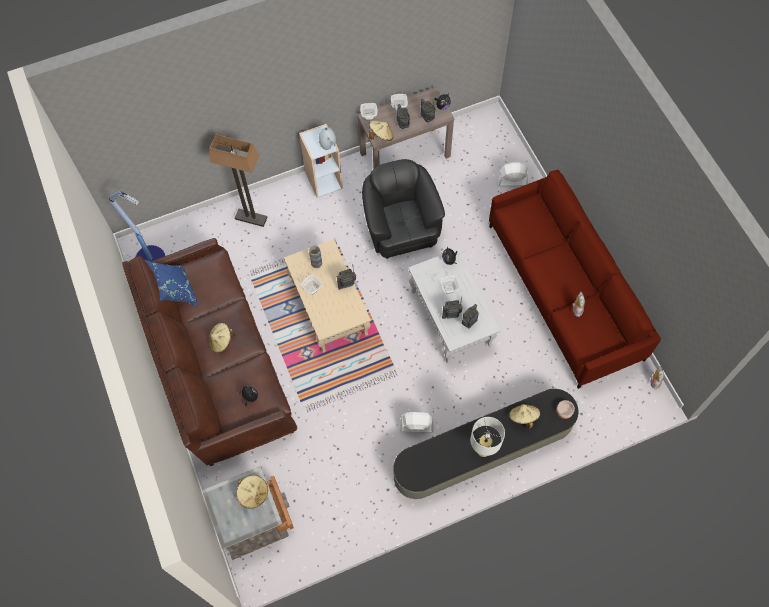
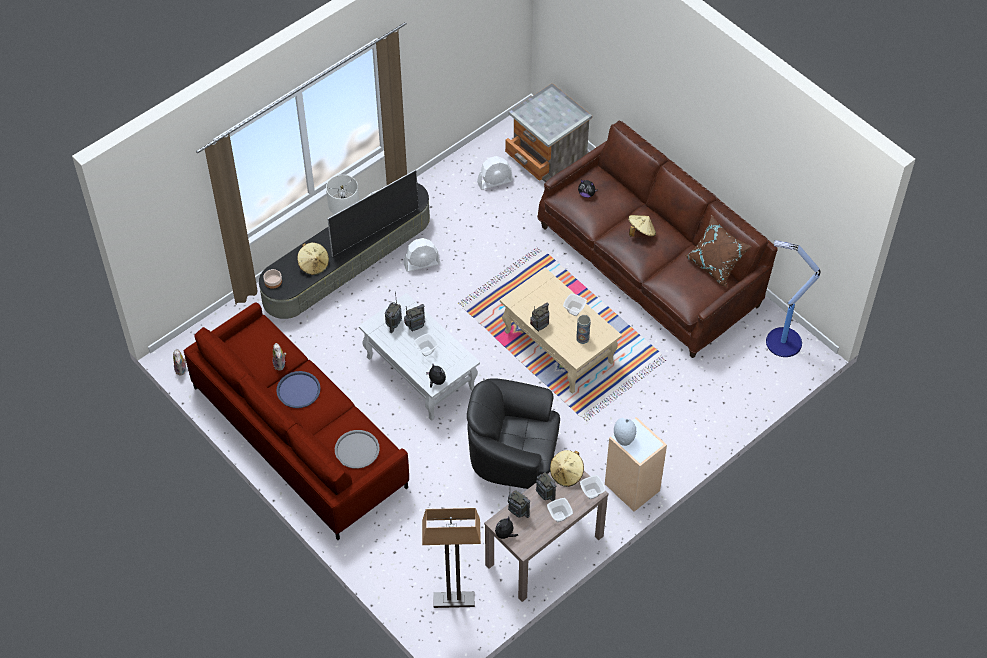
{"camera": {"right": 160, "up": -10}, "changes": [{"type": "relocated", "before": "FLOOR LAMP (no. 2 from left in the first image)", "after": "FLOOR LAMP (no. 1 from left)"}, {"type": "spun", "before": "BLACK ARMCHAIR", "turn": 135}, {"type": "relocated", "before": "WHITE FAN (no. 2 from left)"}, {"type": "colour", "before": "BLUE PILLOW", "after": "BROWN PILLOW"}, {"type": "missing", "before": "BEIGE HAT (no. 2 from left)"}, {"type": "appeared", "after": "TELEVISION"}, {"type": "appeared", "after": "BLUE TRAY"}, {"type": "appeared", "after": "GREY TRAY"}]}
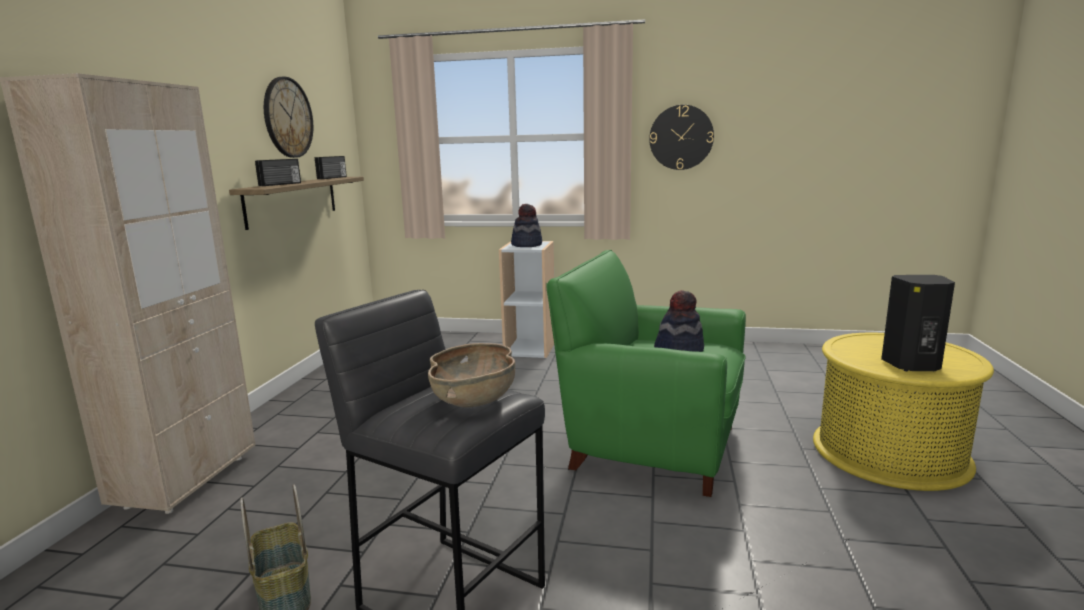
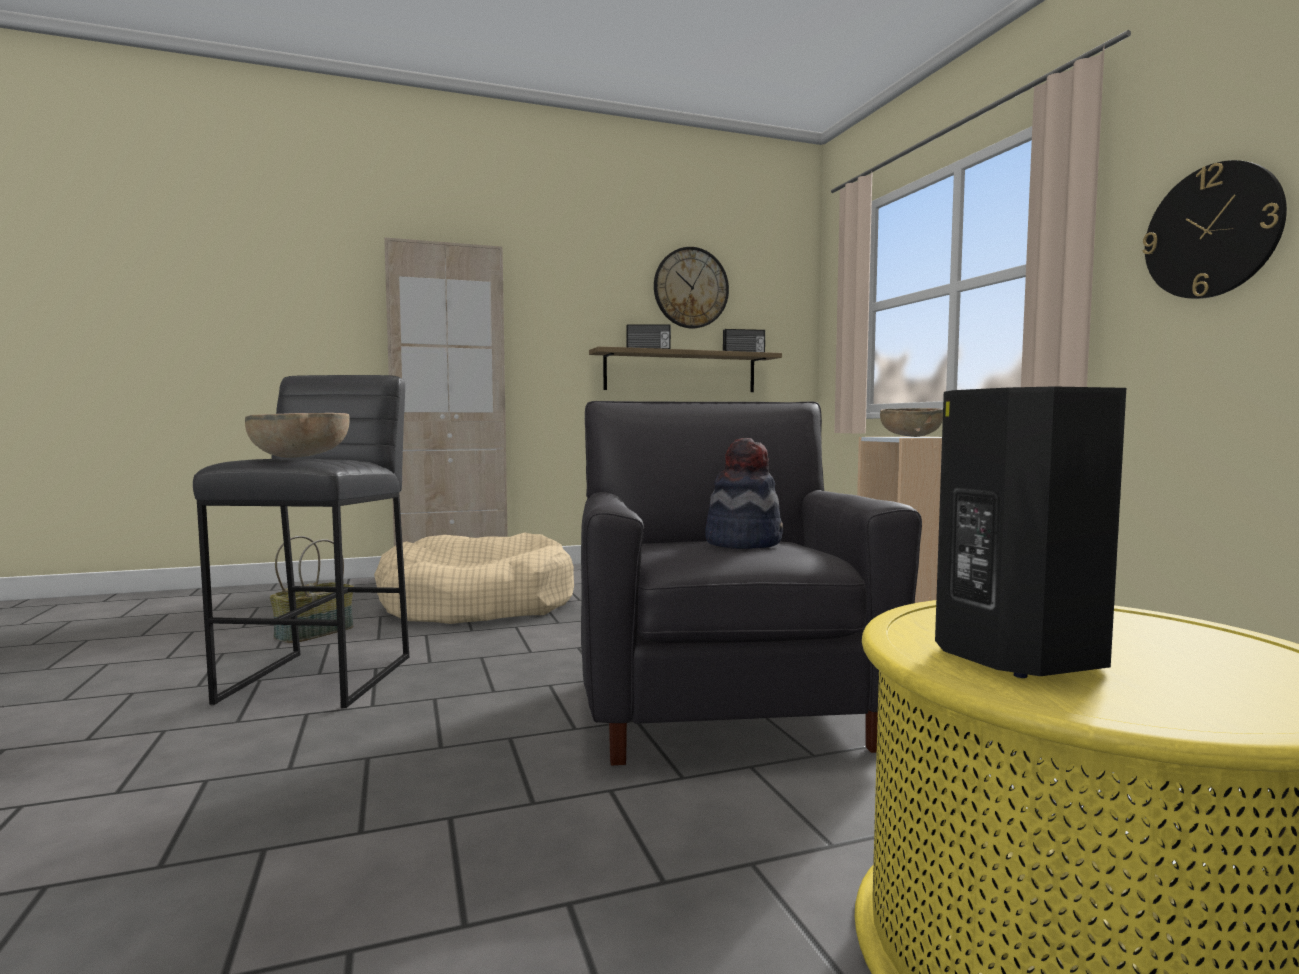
{"camera": {"right": 60, "up": -10}, "changes": [{"type": "exchanged", "before": "HAT (no. 1 from left)", "after": "BROWN BOWL (no. 2 from left)"}, {"type": "colour", "before": "GREEN ARMCHAIR", "after": "BLACK ARMCHAIR"}, {"type": "appeared", "after": "BEIGE DOG BED"}]}
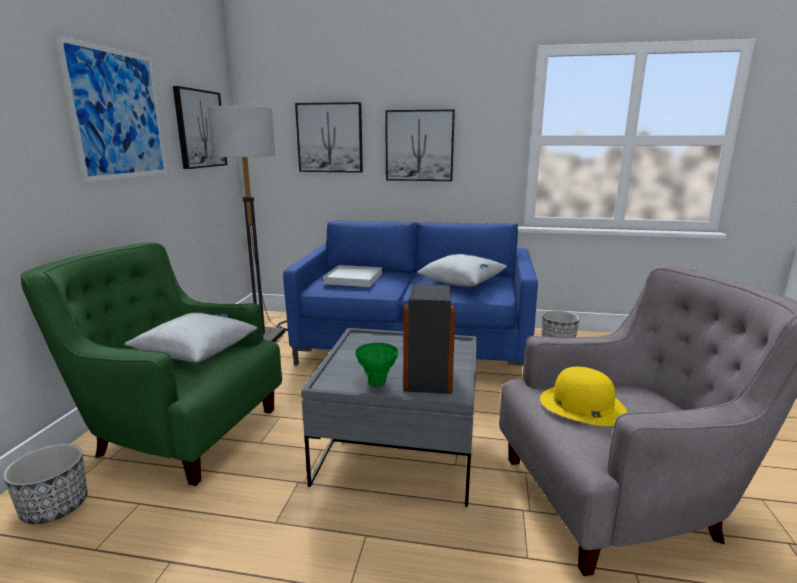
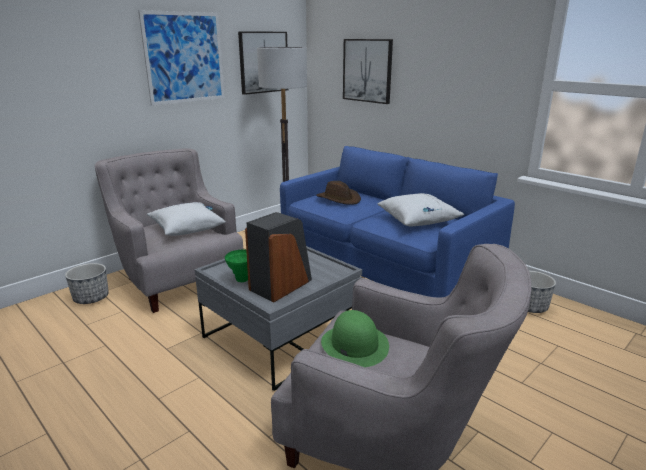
{"camera": {"right": 35, "up": 5}, "changes": [{"type": "missing", "before": "PICTURE (no. 4 from left)"}, {"type": "colour", "before": "GREEN ARMCHAIR", "after": "GREY ARMCHAIR (no. 1 from left)"}, {"type": "exchanged", "before": "WHITE TRAY", "after": "BROWN HAT"}, {"type": "colour", "before": "YELLOW HAT", "after": "GREEN HAT"}]}
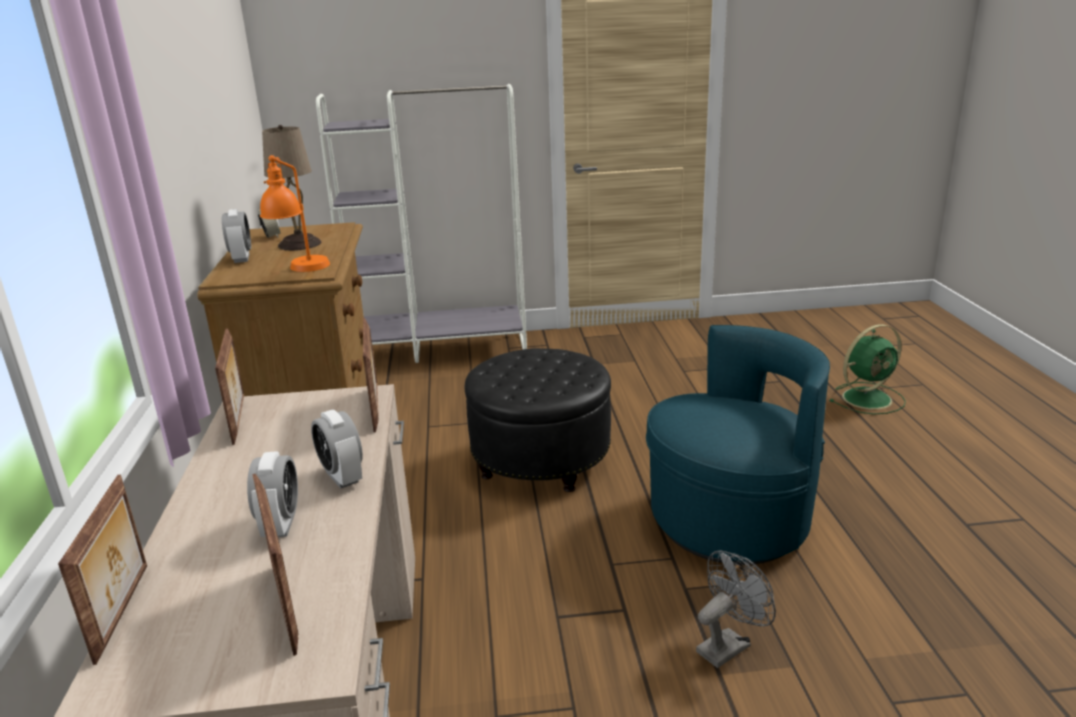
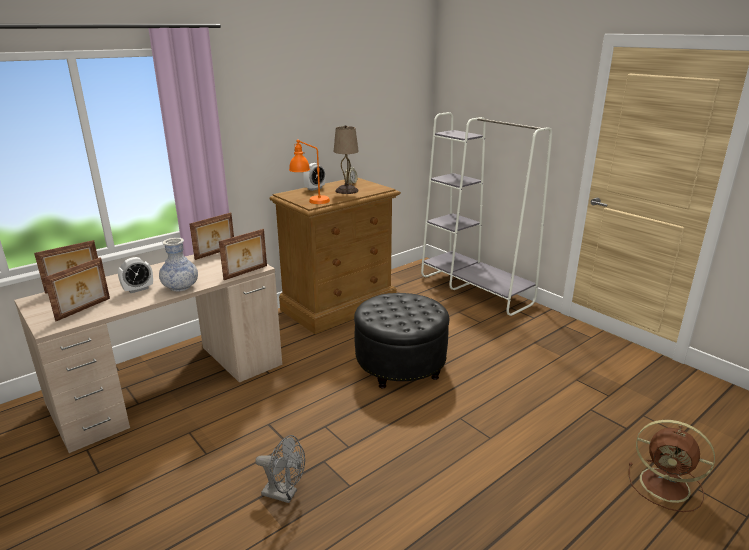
{"camera": {"right": 55, "up": 0}, "changes": [{"type": "colour", "before": "GREEN FAN", "after": "BROWN FAN"}, {"type": "missing", "before": "TURQUOISE ARMCHAIR"}, {"type": "exchanged", "before": "ALARM CLOCK (no. 4 from left)", "after": "VASE"}]}
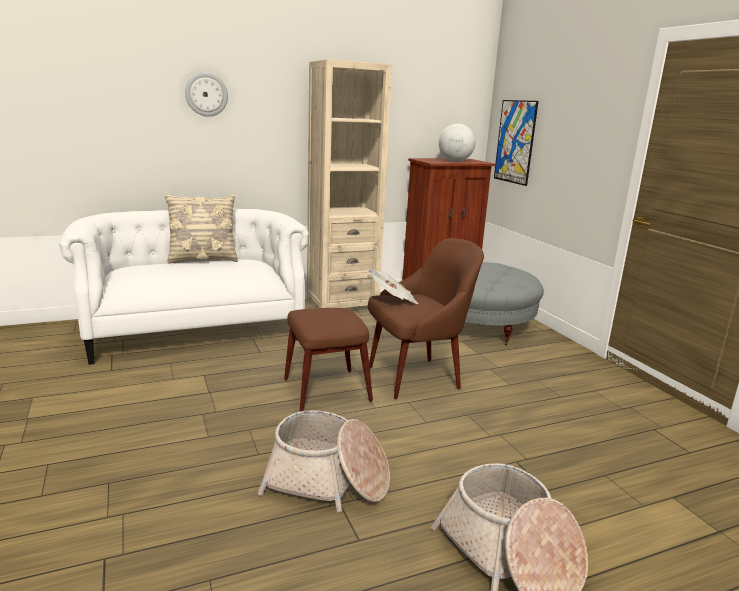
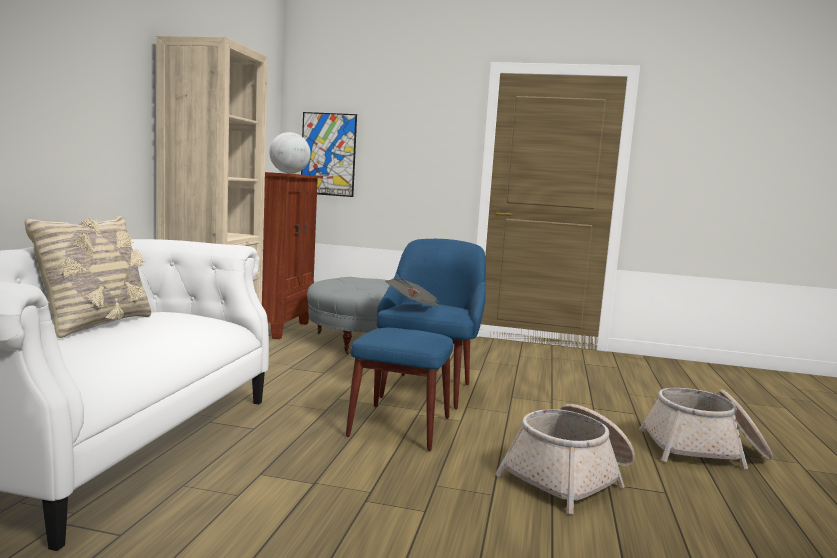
{"camera": {"right": -55, "up": -10}, "changes": [{"type": "missing", "before": "WALL CLOCK"}, {"type": "colour", "before": "BROWN ARMCHAIR", "after": "BLUE ARMCHAIR"}]}
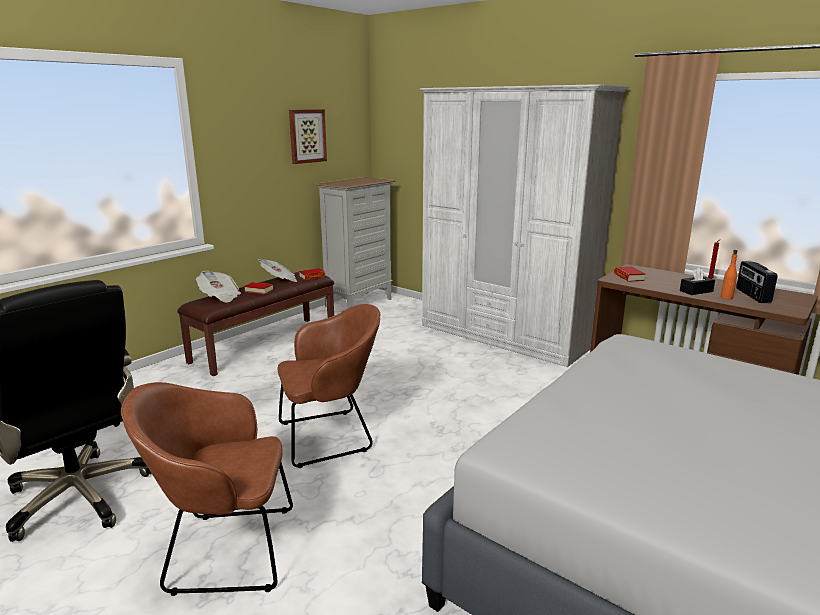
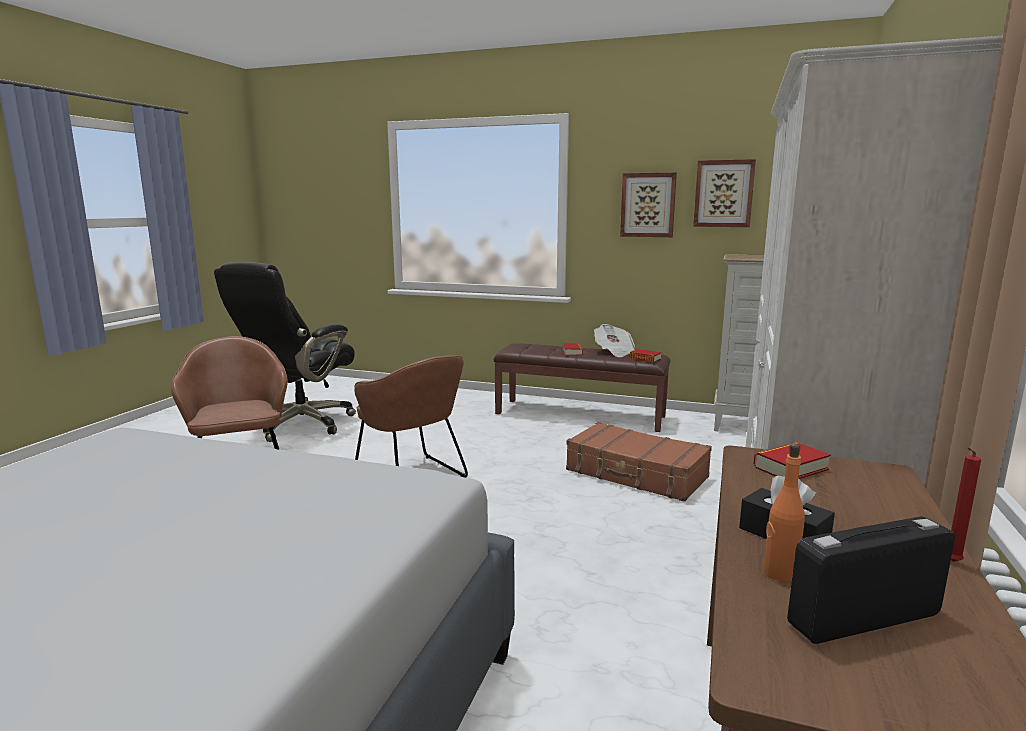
{"camera": {"right": 70, "up": -5}, "changes": [{"type": "missing", "before": "NEWSPAPER (no. 1 from left)"}, {"type": "appeared", "after": "PICTURE (no. 1 from left)"}, {"type": "appeared", "after": "BROWN SUITCASE"}]}
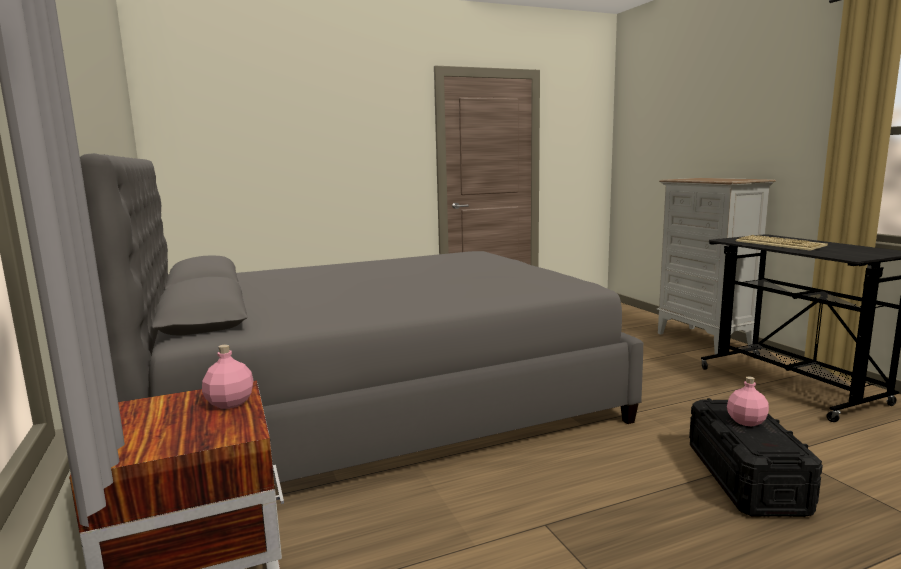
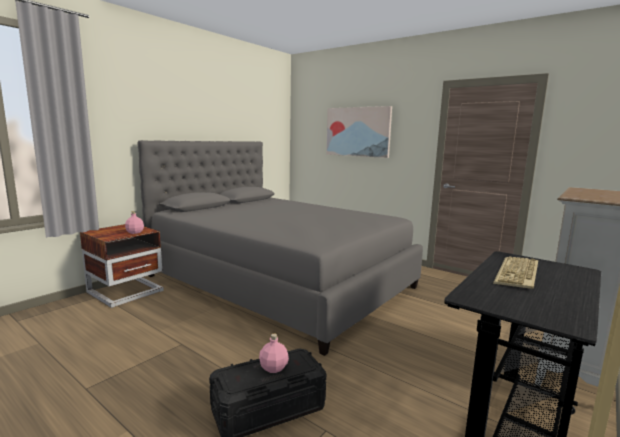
{"camera": {"right": 60, "up": 0}, "changes": [{"type": "appeared", "after": "PICTURE"}]}
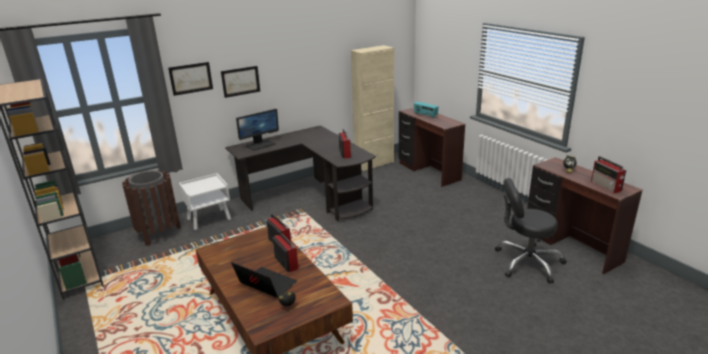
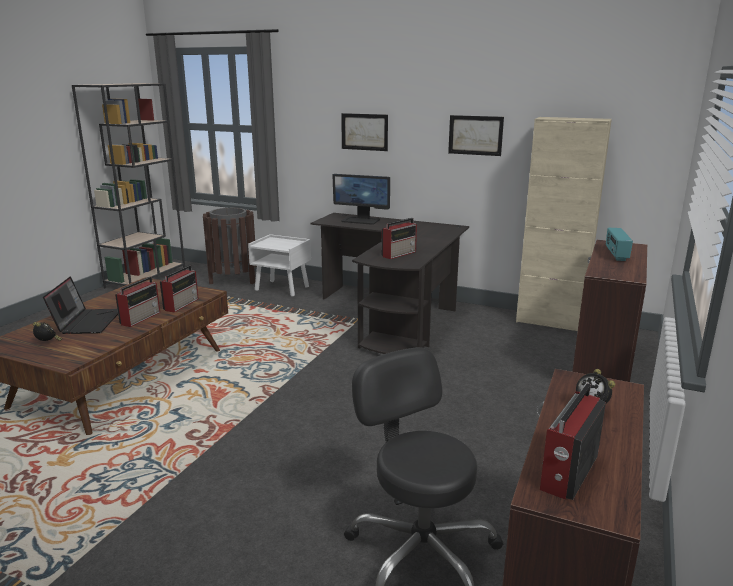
{"camera": {"right": 55, "up": -5}, "changes": [{"type": "relocated", "before": "PICTURE (no. 1 from left in the first image)", "after": "PICTURE (no. 2 from left)"}]}
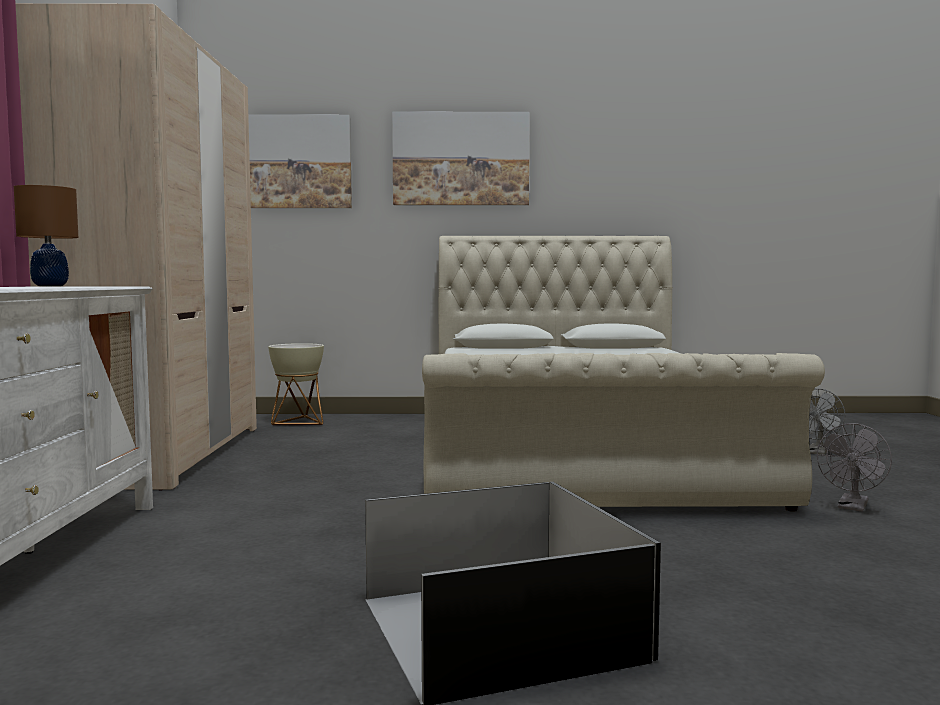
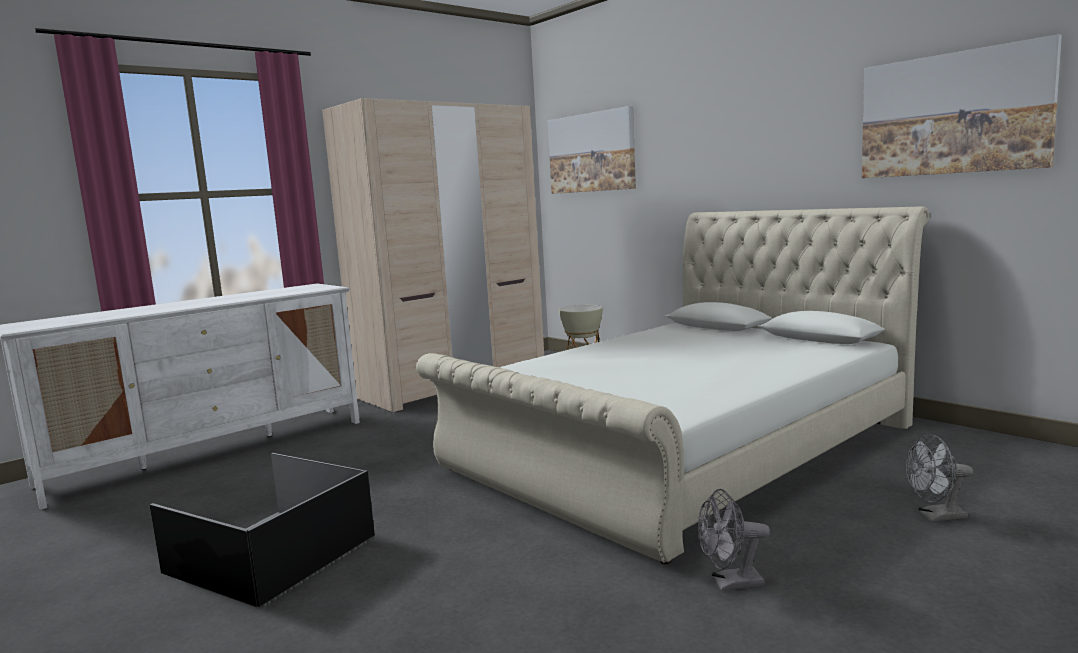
{"camera": {"right": 50, "up": 5}, "changes": [{"type": "relocated", "before": "PICTURE (no. 2 from left)"}, {"type": "missing", "before": "BROWN TABLE LAMP"}]}
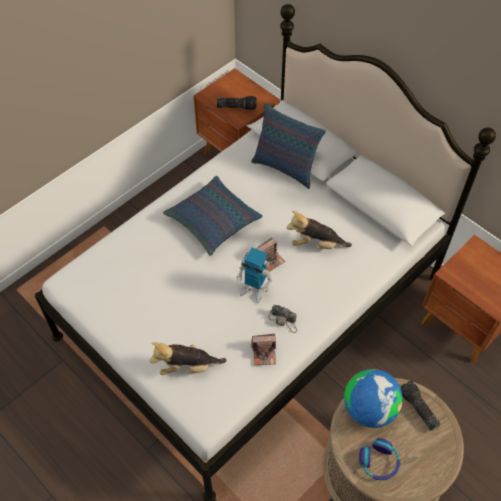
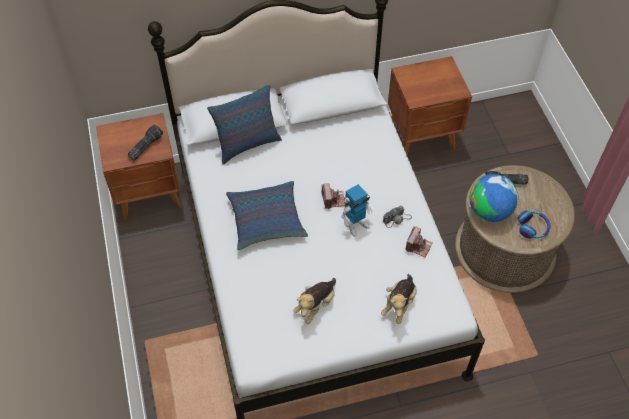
{"camera": {"right": -60, "up": 0}, "changes": [{"type": "relocated", "before": "PLUSH TOY (no. 2 from left in the first image)", "after": "PLUSH TOY (no. 1 from left)"}]}
